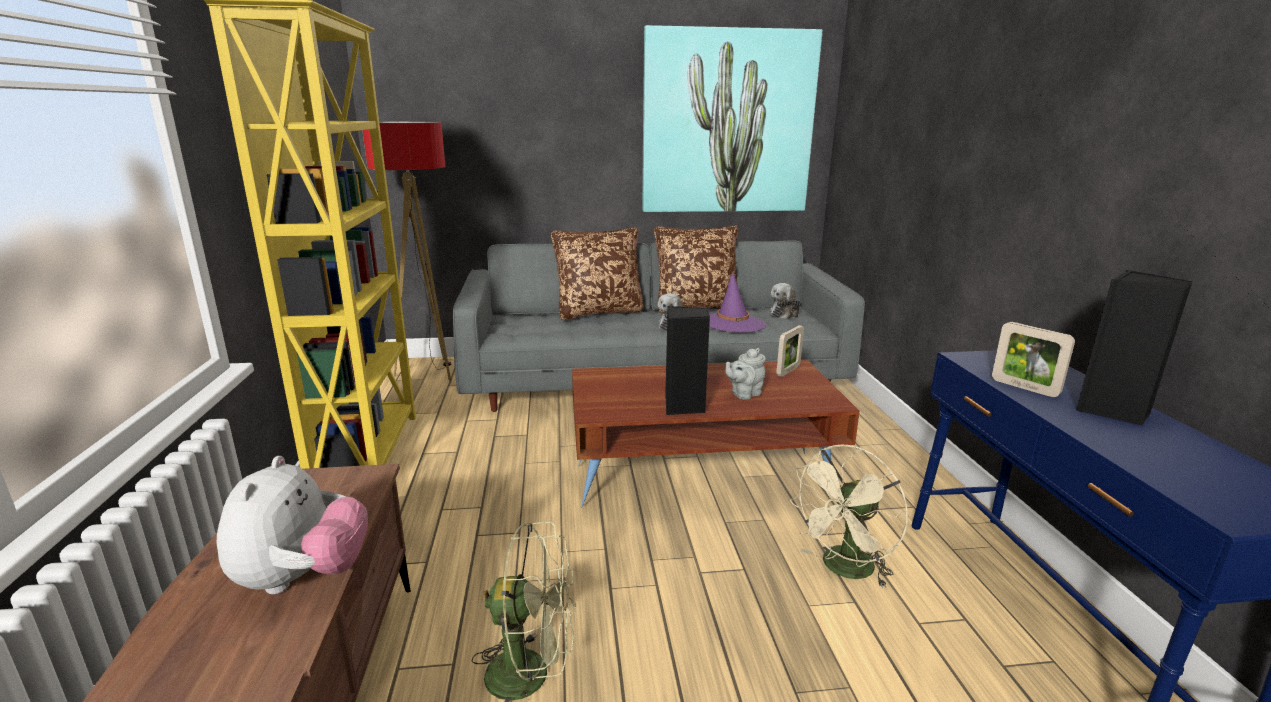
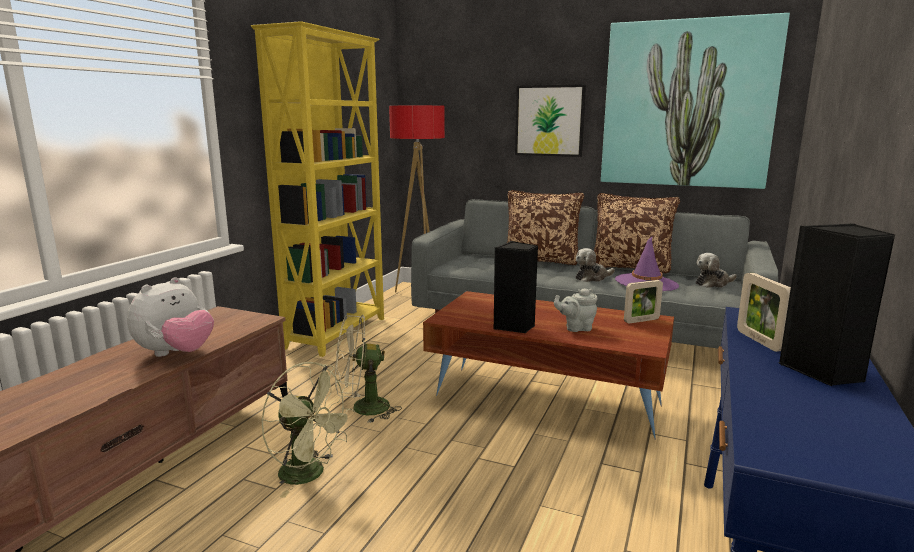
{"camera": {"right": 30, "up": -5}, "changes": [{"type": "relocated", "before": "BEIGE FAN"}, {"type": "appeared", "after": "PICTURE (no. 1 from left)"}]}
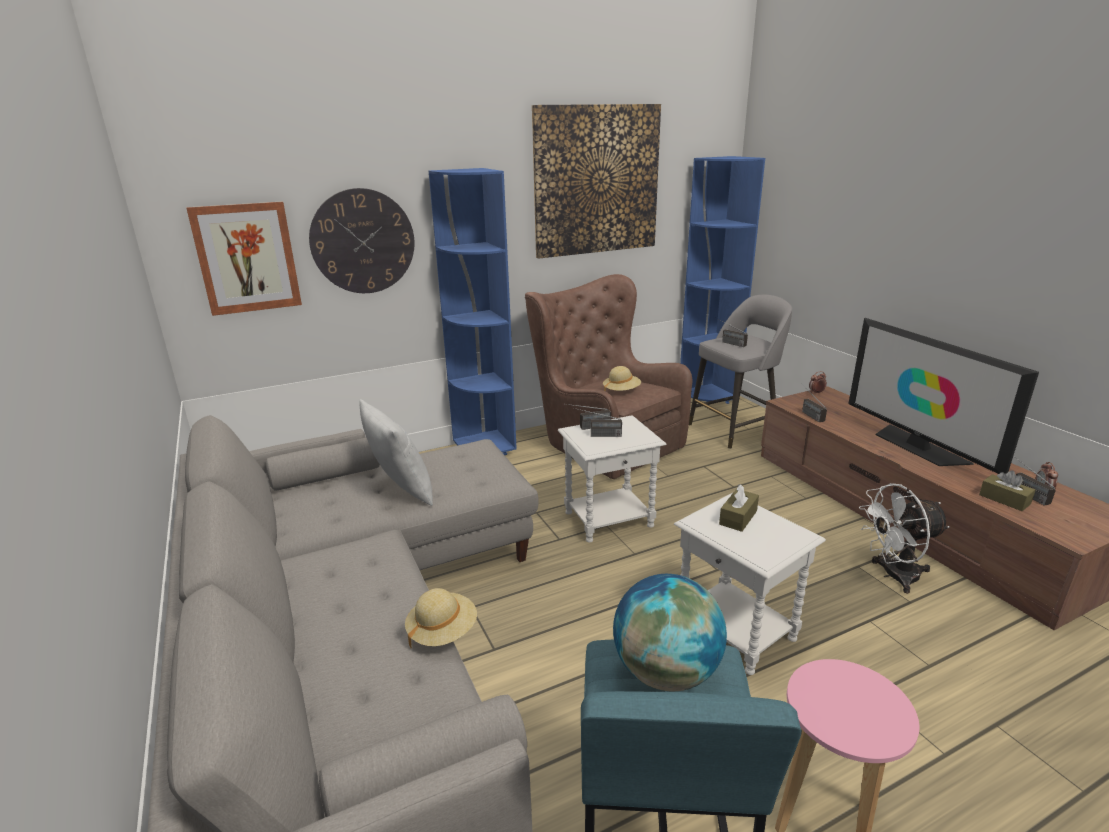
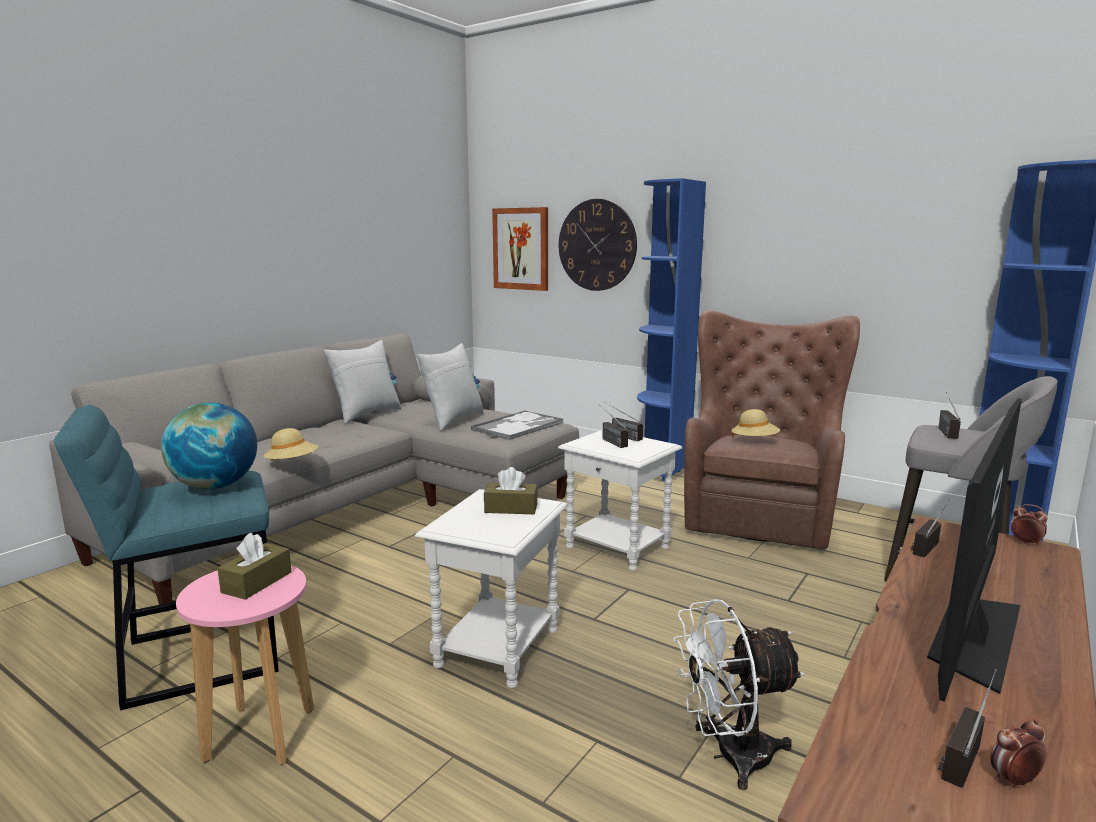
{"camera": {"right": 60, "up": -10}, "changes": [{"type": "missing", "before": "PICTURE (no. 2 from left)"}, {"type": "relocated", "before": "BROWN TISSUE BOX (no. 2 from left in the first image)", "after": "BROWN TISSUE BOX (no. 1 from left)"}, {"type": "spun", "before": "WHITE FAN", "turn": -60}, {"type": "appeared", "after": "GREY PILLOW (no. 1 from left)"}, {"type": "appeared", "after": "TRAY"}]}
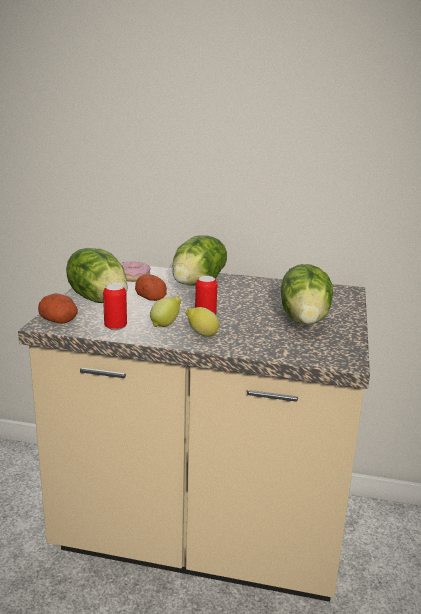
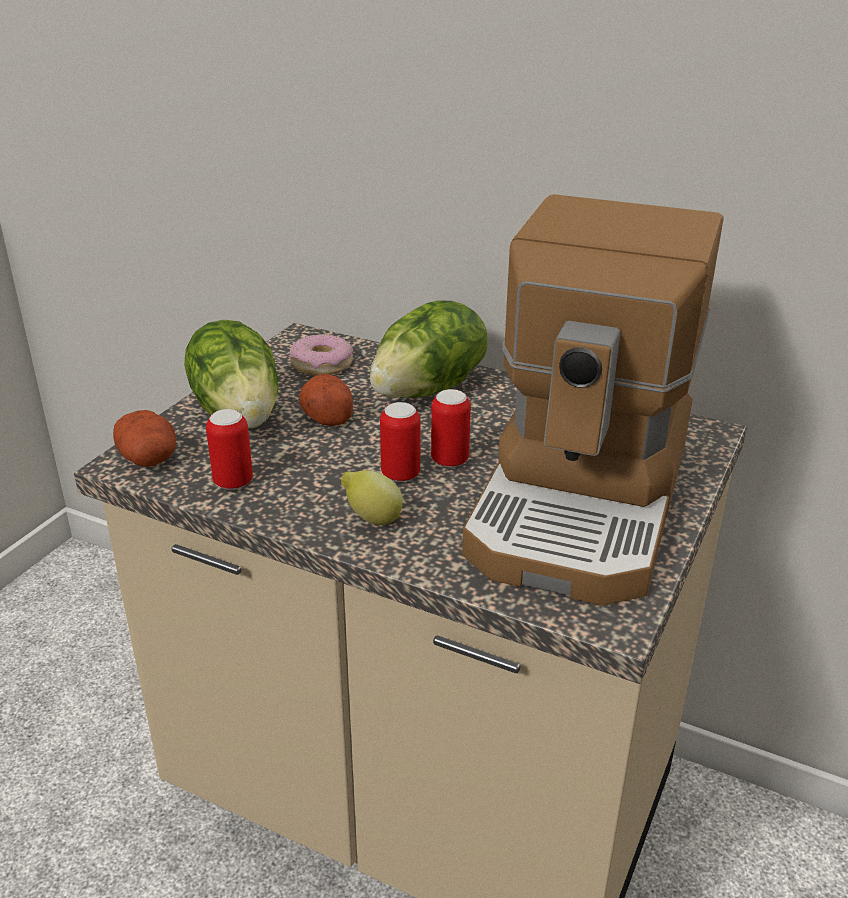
{"camera": {"right": 15, "up": 10}, "changes": [{"type": "exchanged", "before": "LETTUCE (no. 3 from left)", "after": "COFFEE MACHINE"}, {"type": "missing", "before": "LEMON (no. 1 from left)"}, {"type": "appeared", "after": "CAN (no. 3 from left)"}]}
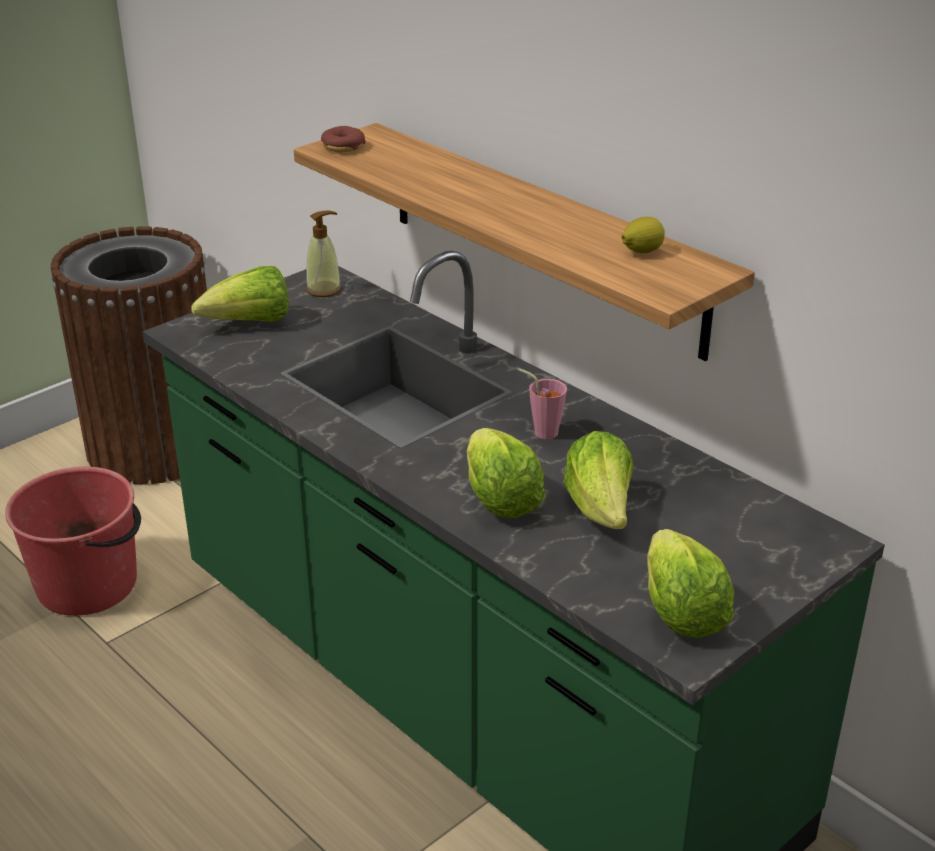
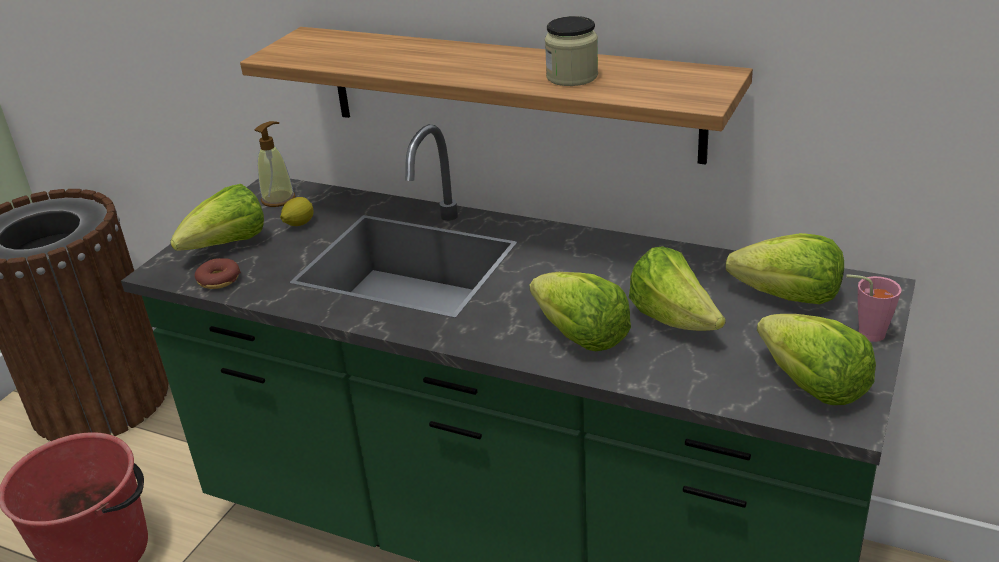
{"camera": {"right": -20, "up": 0}, "changes": [{"type": "relocated", "before": "DONUT"}, {"type": "relocated", "before": "LEMON"}, {"type": "relocated", "before": "PINK CUP"}, {"type": "appeared", "after": "JAR"}, {"type": "appeared", "after": "LETTUCE (no. 4 from left)"}]}
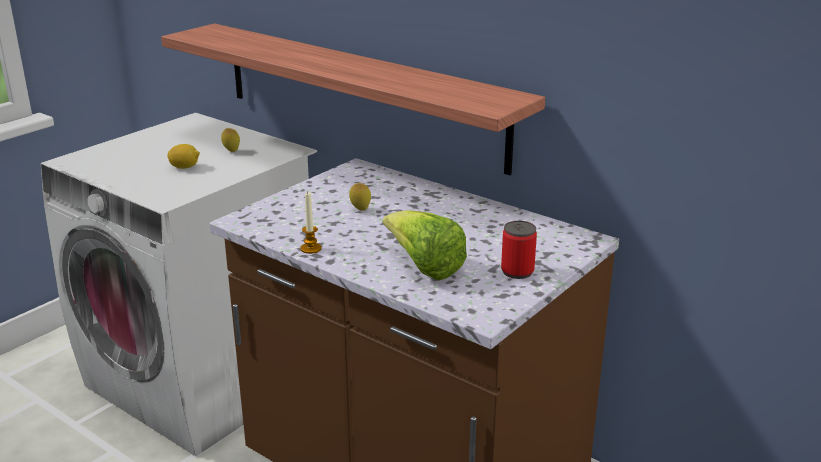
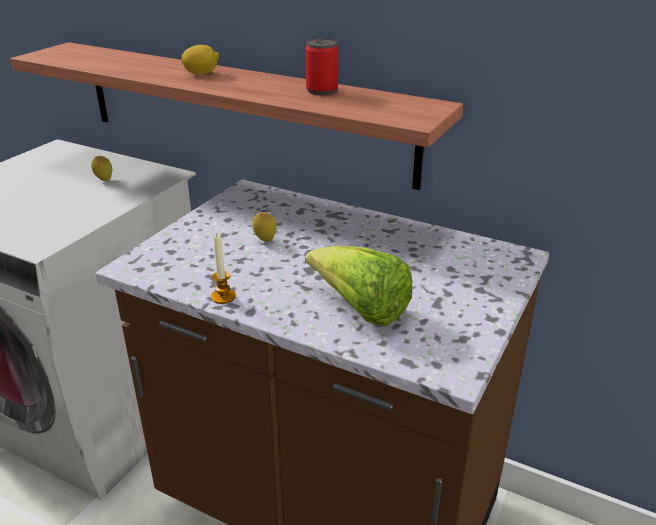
{"camera": {"right": -10, "up": 5}, "changes": [{"type": "relocated", "before": "LEMON (no. 1 from left in the first image)", "after": "LEMON (no. 2 from left)"}, {"type": "relocated", "before": "CAN"}]}
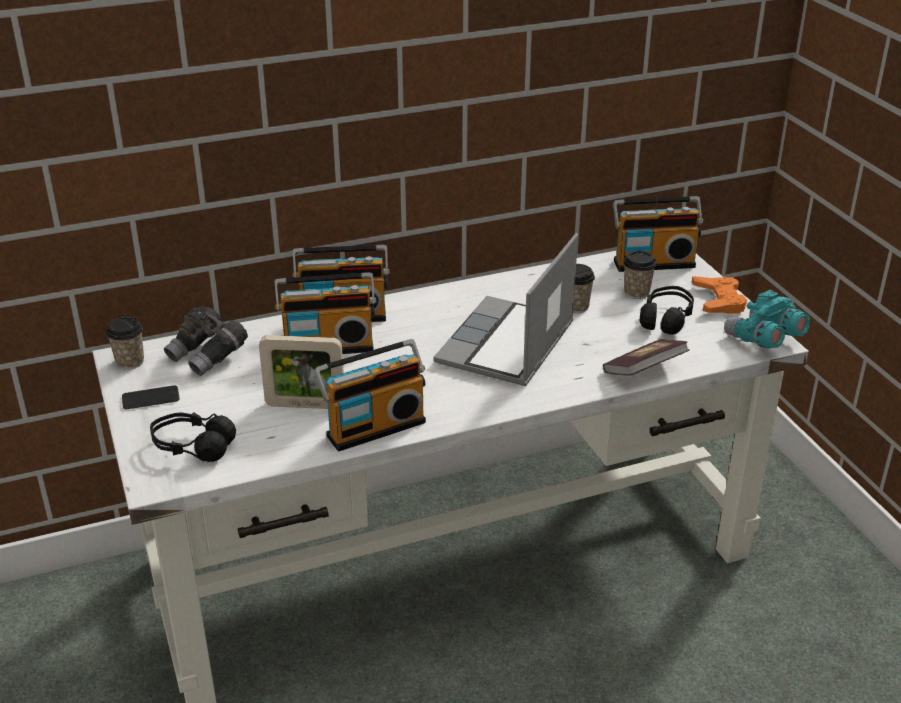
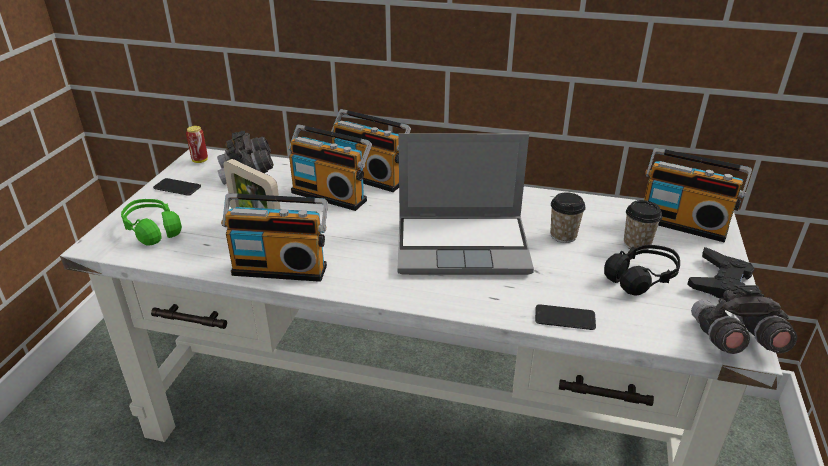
{"camera": {"right": 35, "up": 0}, "changes": [{"type": "spun", "before": "LAPTOP", "turn": -150}, {"type": "colour", "before": "ORANGE GAME CONTROLLER", "after": "BLACK GAME CONTROLLER"}, {"type": "colour", "before": "TURQUOISE BINOCULARS", "after": "GREY BINOCULARS (no. 2 from left)"}, {"type": "exchanged", "before": "CUP (no. 1 from left)", "after": "CAN"}, {"type": "exchanged", "before": "BOOK", "after": "PHONE (no. 2 from left)"}, {"type": "colour", "before": "BLACK HEADPHONES (no. 1 from left)", "after": "GREEN HEADPHONES"}]}
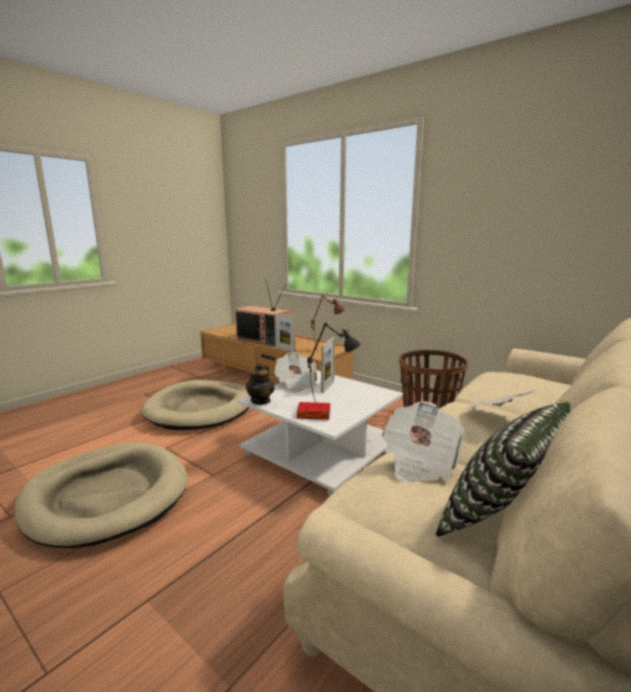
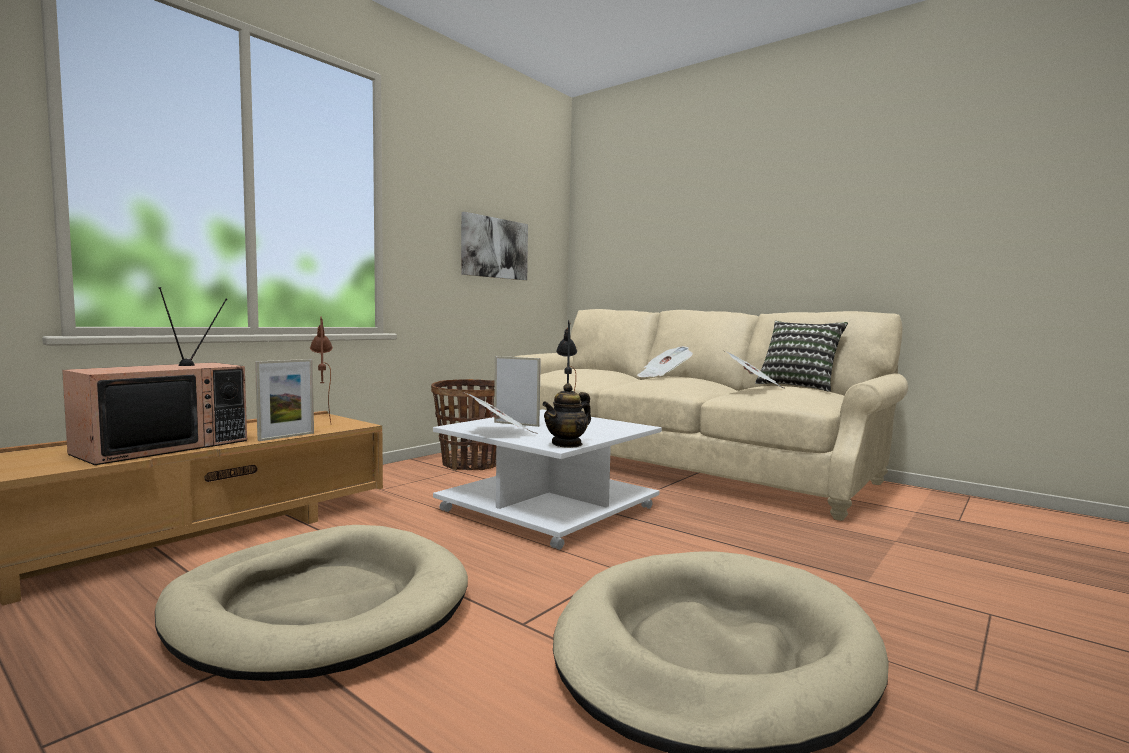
{"camera": {"right": -90, "up": -10}, "changes": [{"type": "spun", "before": "TEAPOT", "turn": 120}, {"type": "missing", "before": "BOOK"}, {"type": "appeared", "after": "PICTURE"}]}
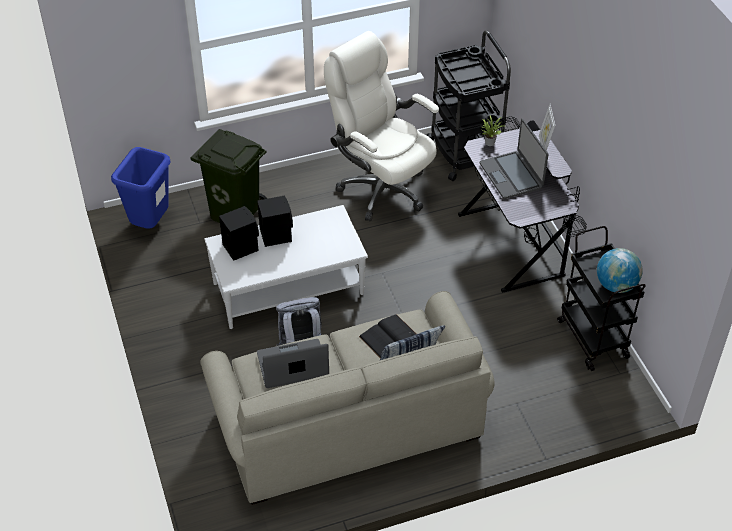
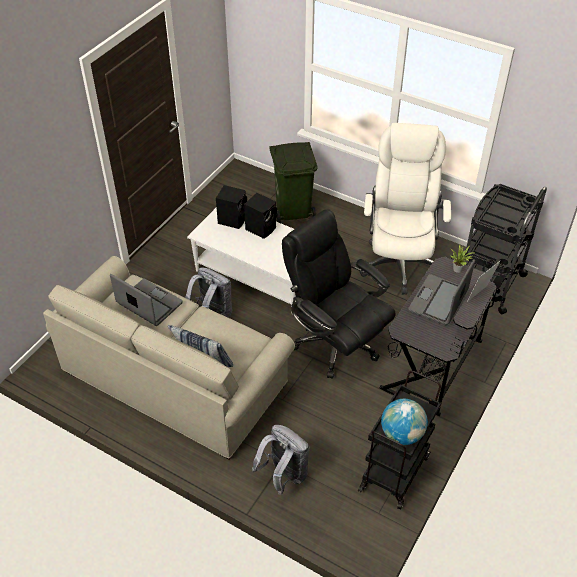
{"camera": {"right": 50, "up": 0}, "changes": [{"type": "missing", "before": "BLUE TRASH CAN"}, {"type": "missing", "before": "BLACK BOOK"}, {"type": "appeared", "after": "BLACK OFFICE CHAIR"}, {"type": "appeared", "after": "GREY BACKPACK (no. 2 from left)"}]}
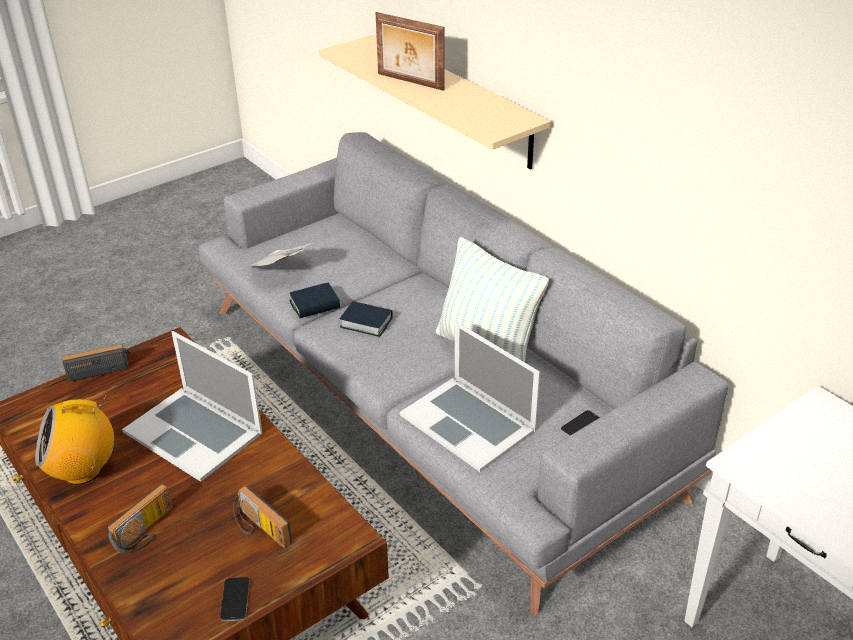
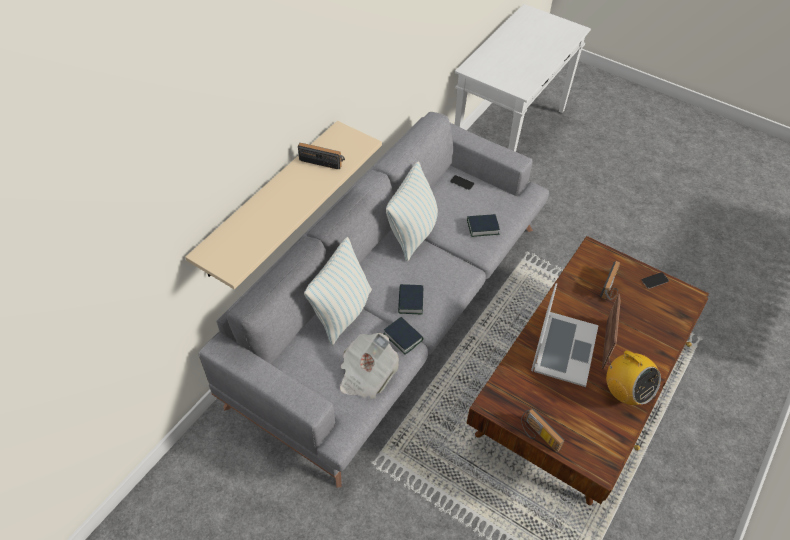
{"camera": {"right": -110, "up": 15}, "changes": [{"type": "relocated", "before": "PICTURE FRAME"}, {"type": "exchanged", "before": "LAPTOP (no. 2 from left)", "after": "BOOK (no. 3 from left)"}, {"type": "relocated", "before": "RADIO (no. 3 from left in the first image)", "after": "RADIO (no. 1 from left)"}, {"type": "appeared", "after": "PILLOW (no. 1 from left)"}]}
